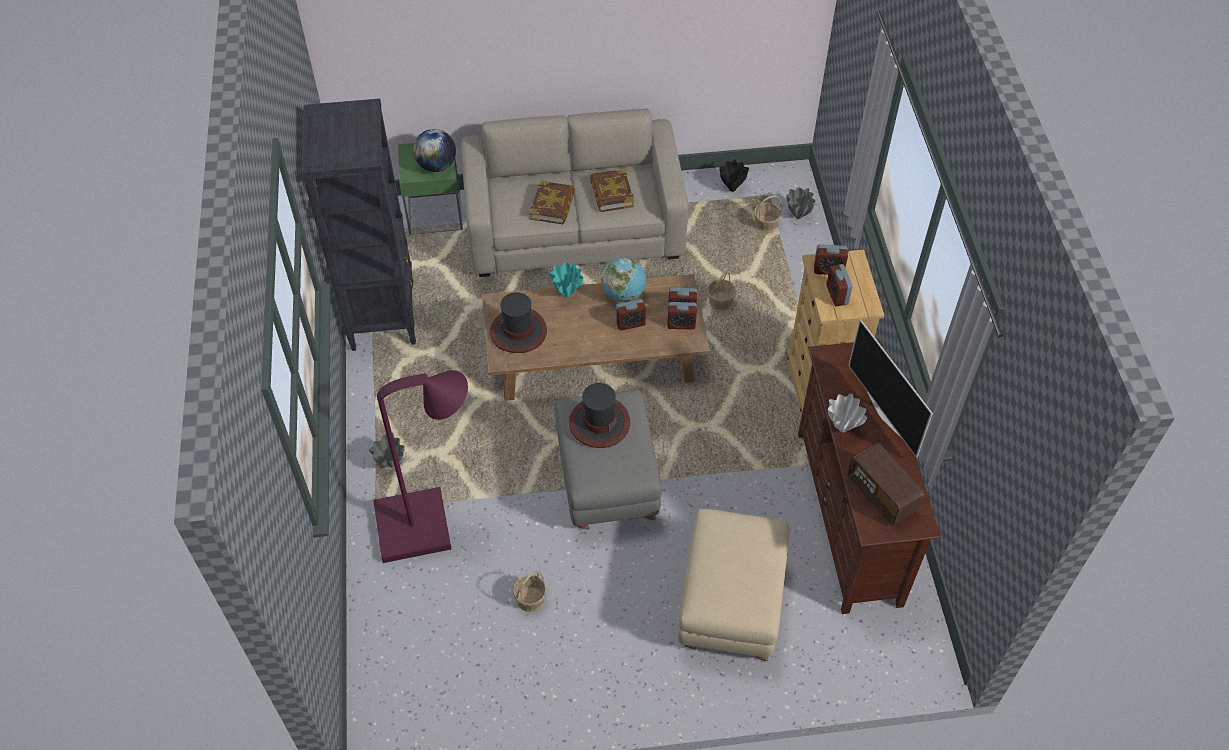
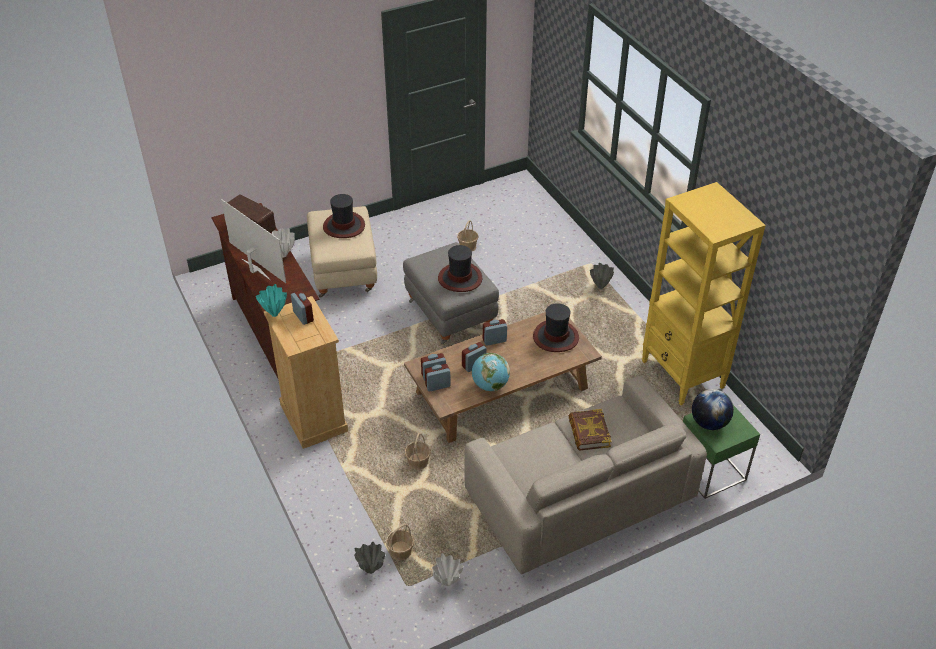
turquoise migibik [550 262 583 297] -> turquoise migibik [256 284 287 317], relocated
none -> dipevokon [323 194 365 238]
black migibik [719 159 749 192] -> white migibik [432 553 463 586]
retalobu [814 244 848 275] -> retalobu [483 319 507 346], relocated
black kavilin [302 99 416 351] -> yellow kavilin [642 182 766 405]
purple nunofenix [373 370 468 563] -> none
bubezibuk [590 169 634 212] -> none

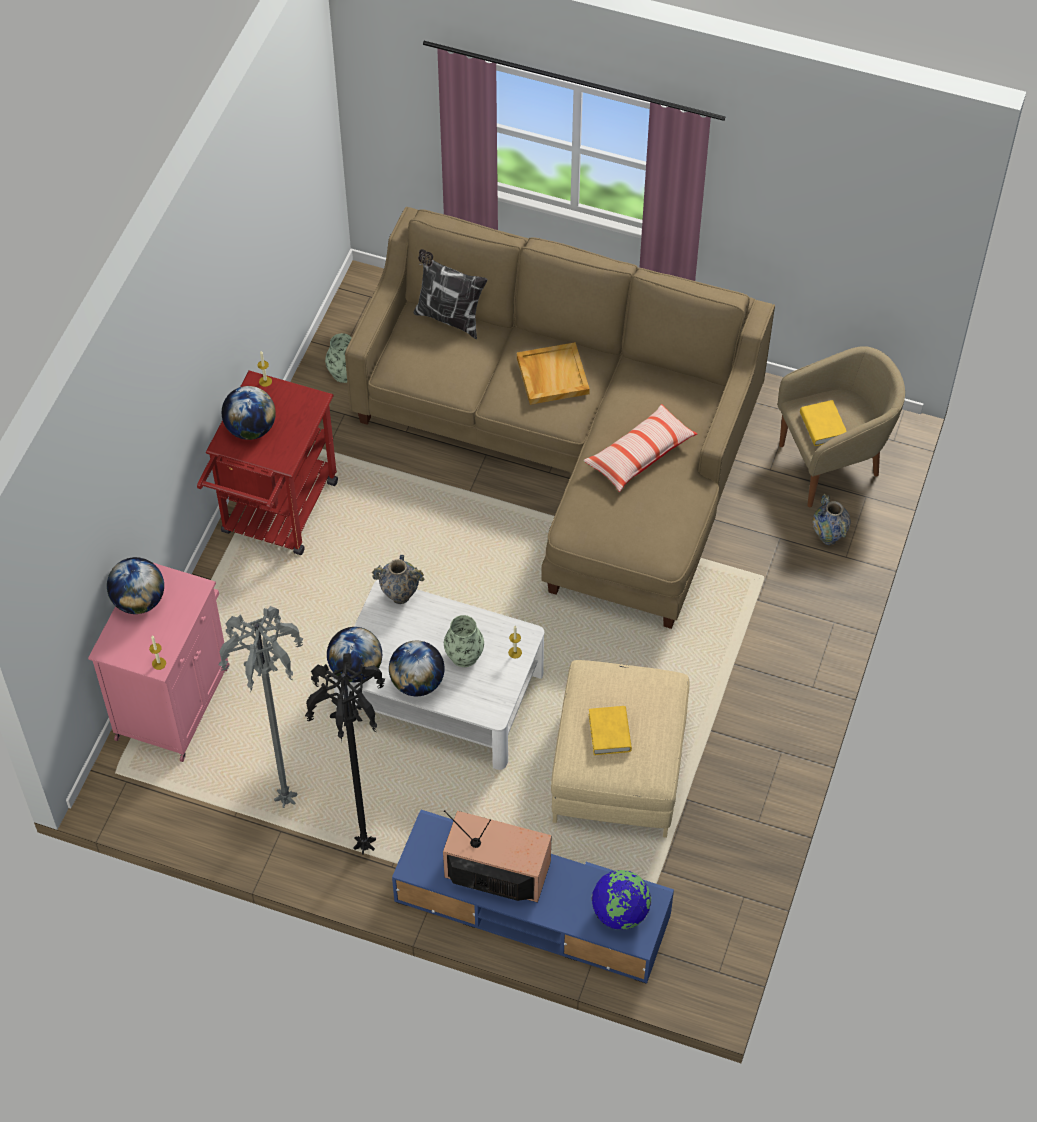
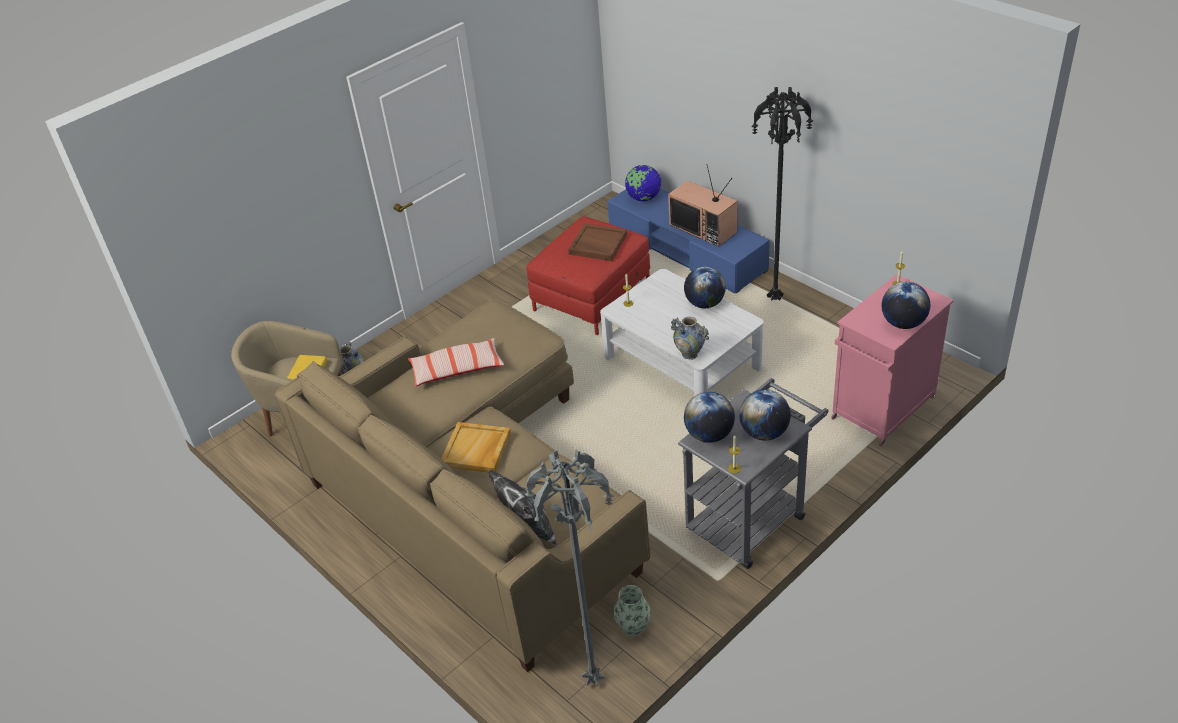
grey nunofenix [219 606 304 808] -> grey nunofenix [525 450 614 686], relocated
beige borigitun [551 660 690 838] -> red borigitun [526 217 650 335]
yellow bubezibuk [589 706 632 755] -> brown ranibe [568 224 627 261]
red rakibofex [197 370 338 555] -> grey rakibofex [678 378 828 569]
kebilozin [327 627 382 682] -> kebilozin [684 392 735 443], relocated
migibik [444 615 484 667] -> none

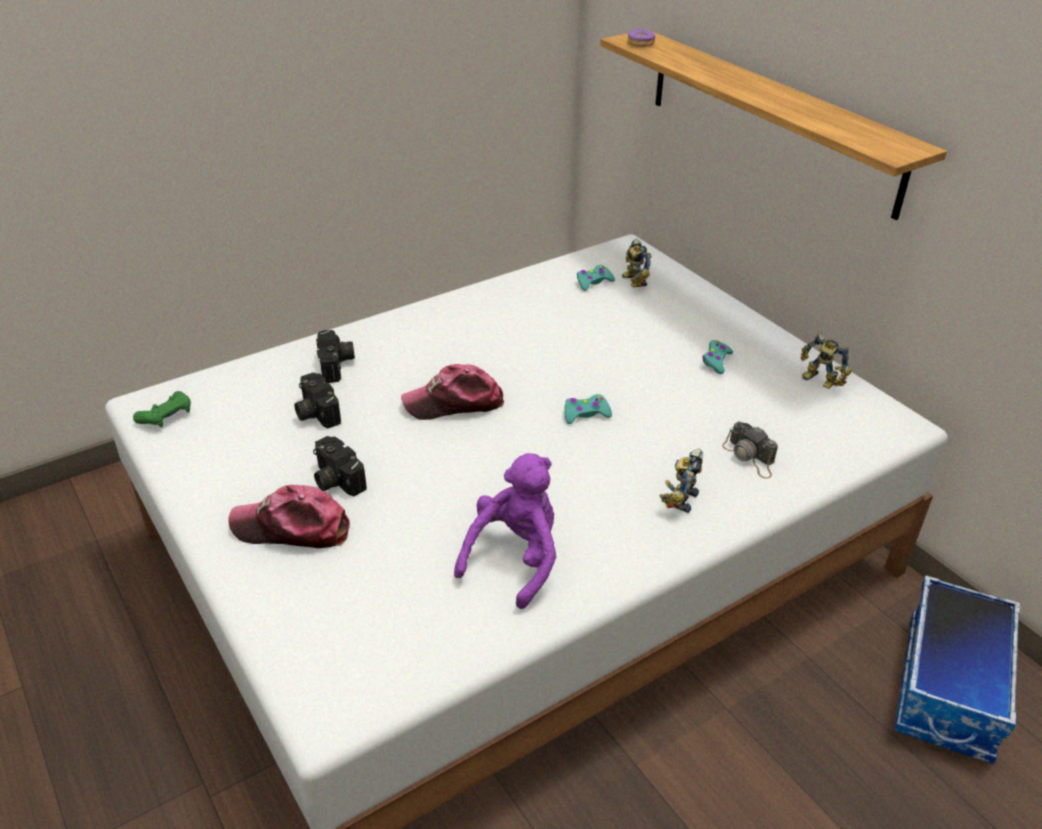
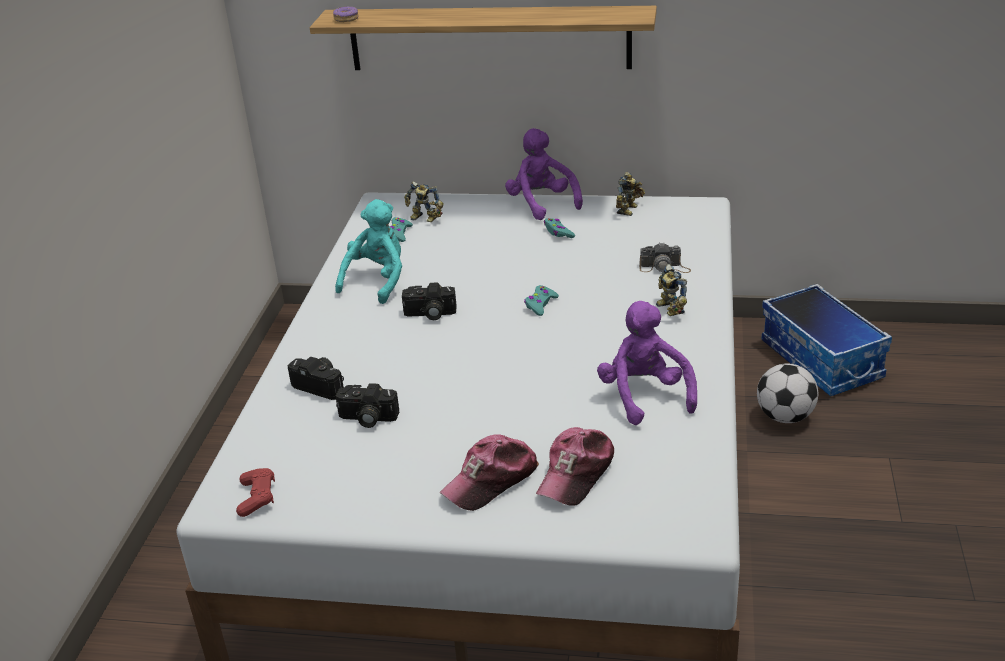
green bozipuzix [133 391 191 427] -> red bozipuzix [236 468 275 517]
none -> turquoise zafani [335 199 402 304]
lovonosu [313 436 367 496] -> lovonosu [402 282 457 320], relocated
none -> purple zafani [505 128 583 220]
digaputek [401 364 504 420] -> digaputek [536 427 614 506], relocated
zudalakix [801 334 852 389] -> zudalakix [616 172 645 216], 60 degrees counterclockwise
none -> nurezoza [757 363 818 423]

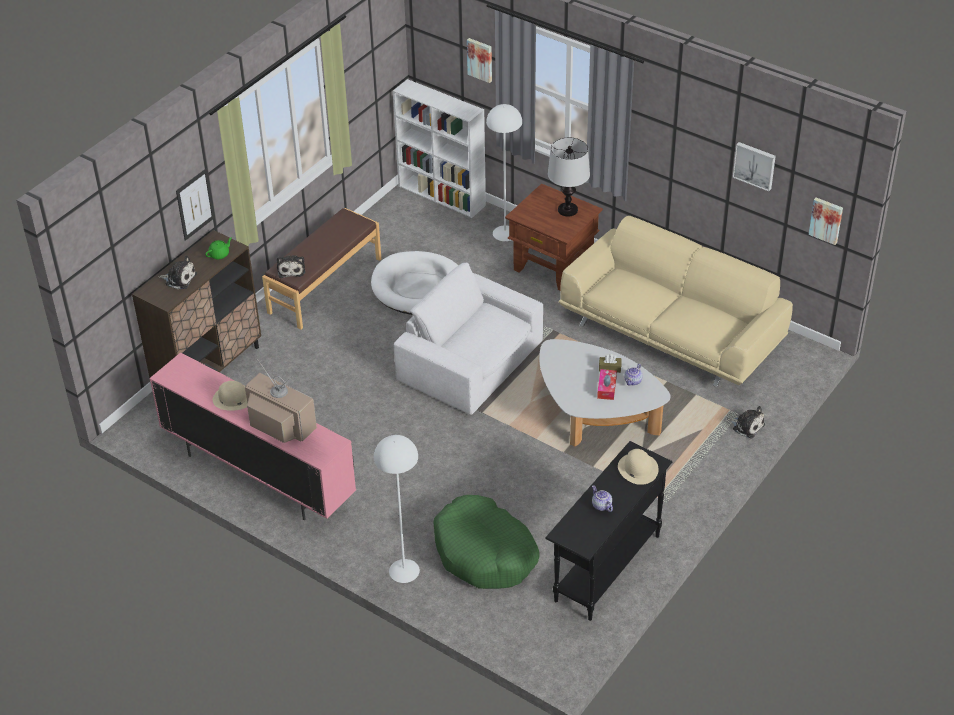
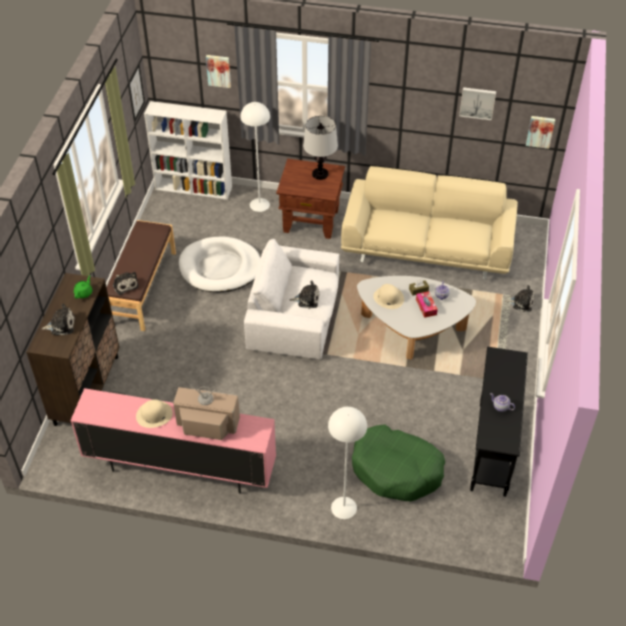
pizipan [176 168 215 241] -> pizipan [128 63 145 123], relocated
none -> zafani [290 280 320 309]
beige dipevokon [618 449 659 485] -> beige dipevokon [373 284 404 309], relocated

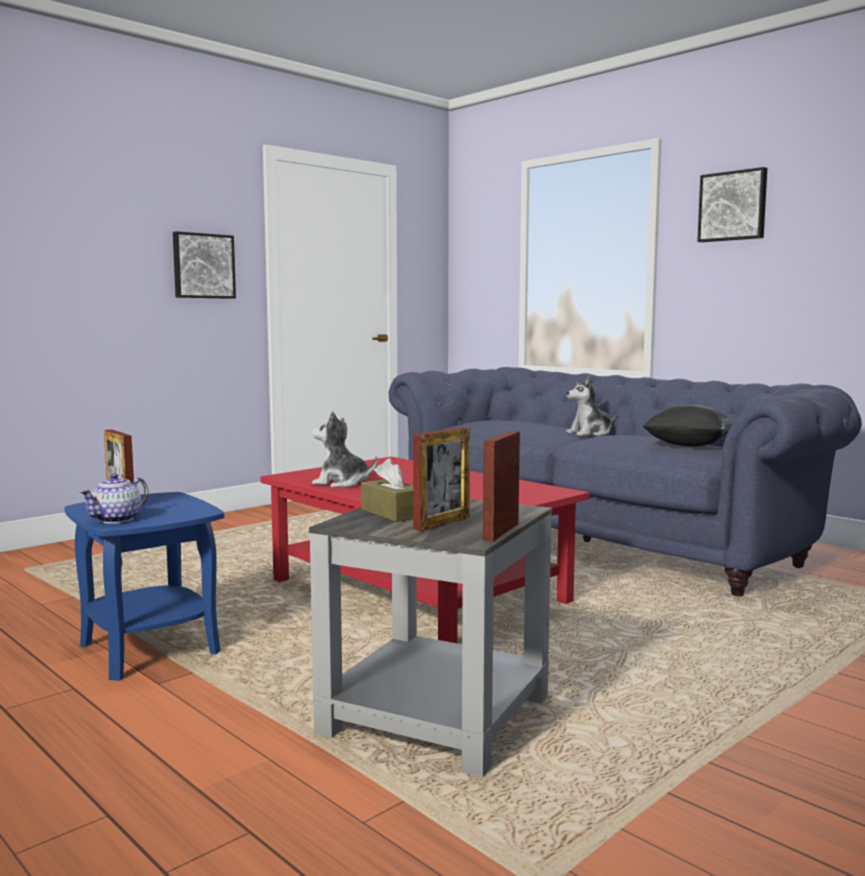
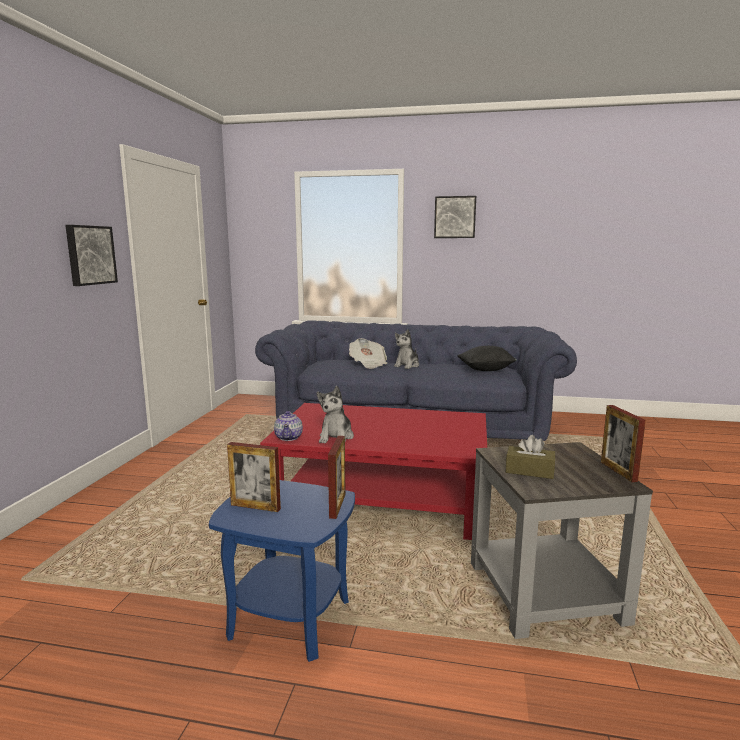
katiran [79 473 149 524] -> katiran [274 411 303 441], relocated
zafani [312 411 377 487] -> zafani [317 386 354 443], 60 degrees counterclockwise
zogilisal [413 427 470 531] -> zogilisal [328 436 346 519], relocated
none -> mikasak [349 338 387 369]

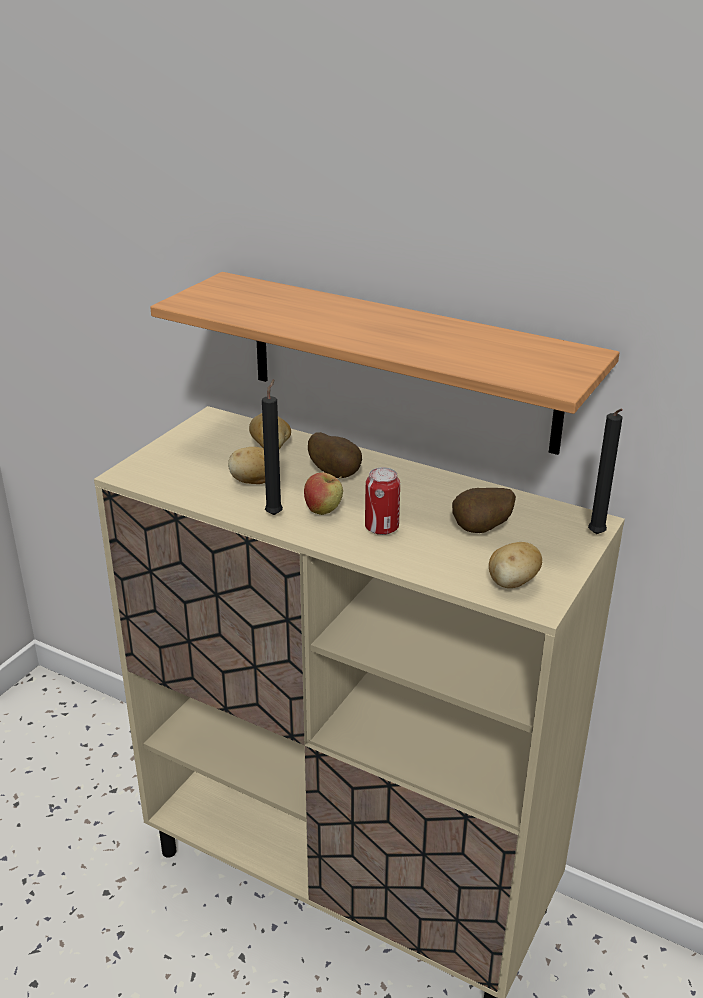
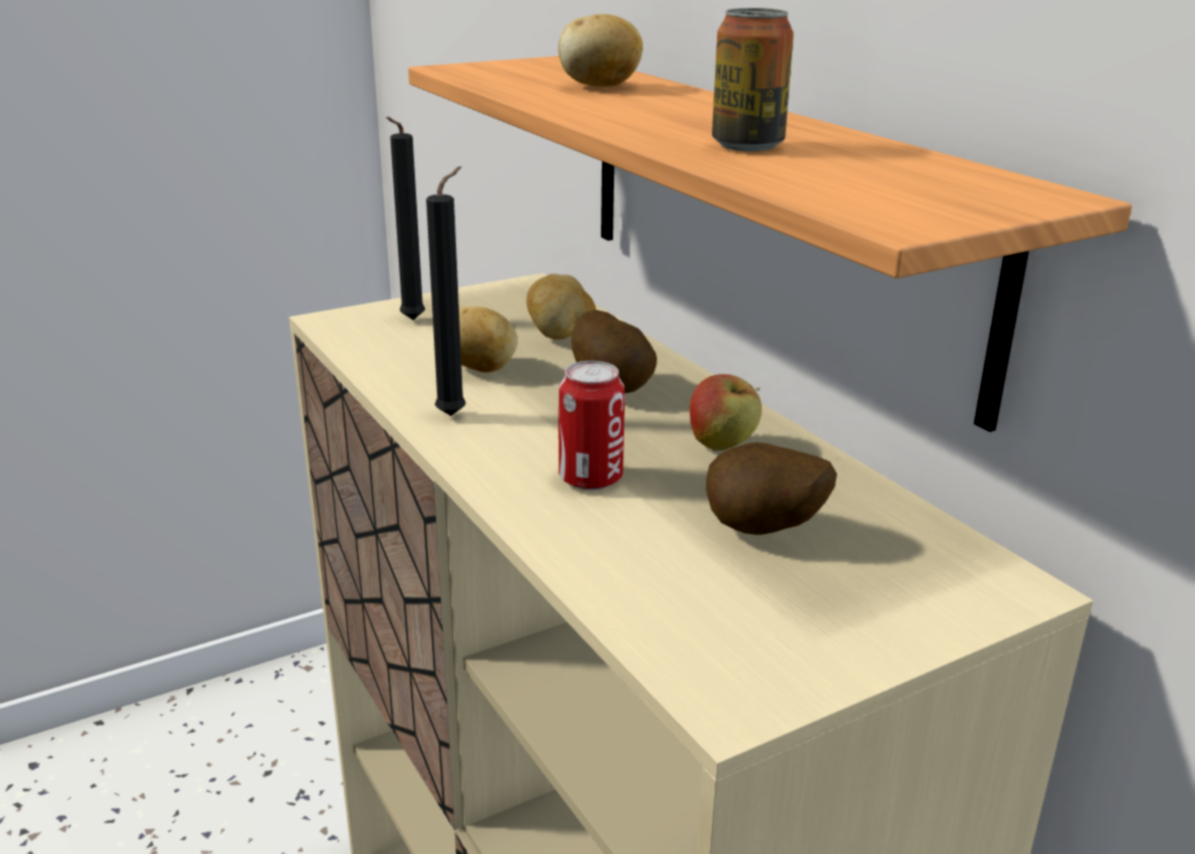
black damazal [588 409 623 534] -> black damazal [386 117 425 320], relocated
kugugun [489 542 542 588] -> kugugun [558 14 643 87], relocated
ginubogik [304 472 343 515] -> ginubogik [690 374 762 451], relocated
none -> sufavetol [712 8 794 151]

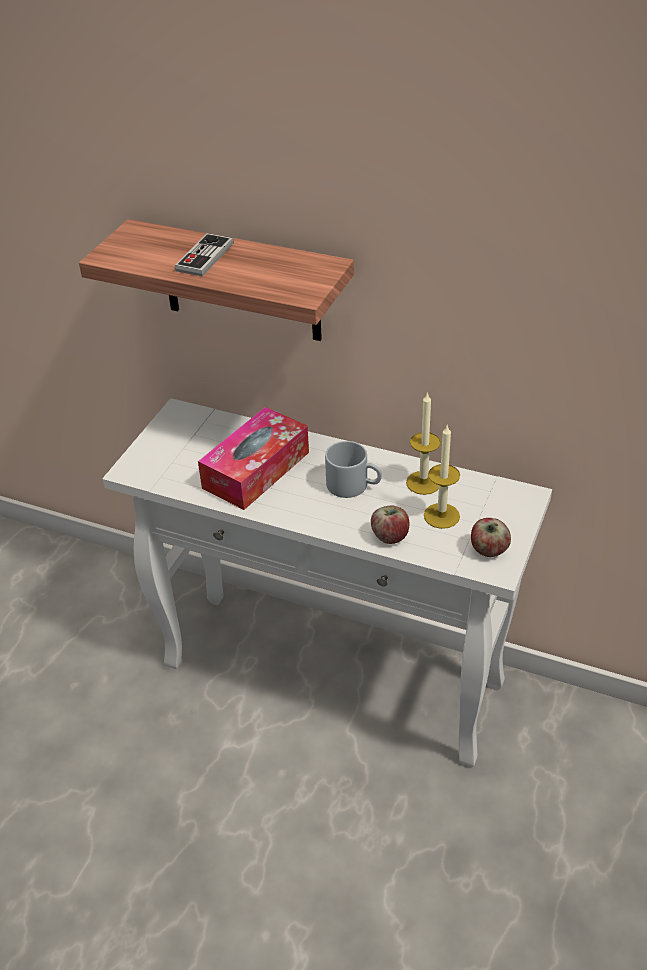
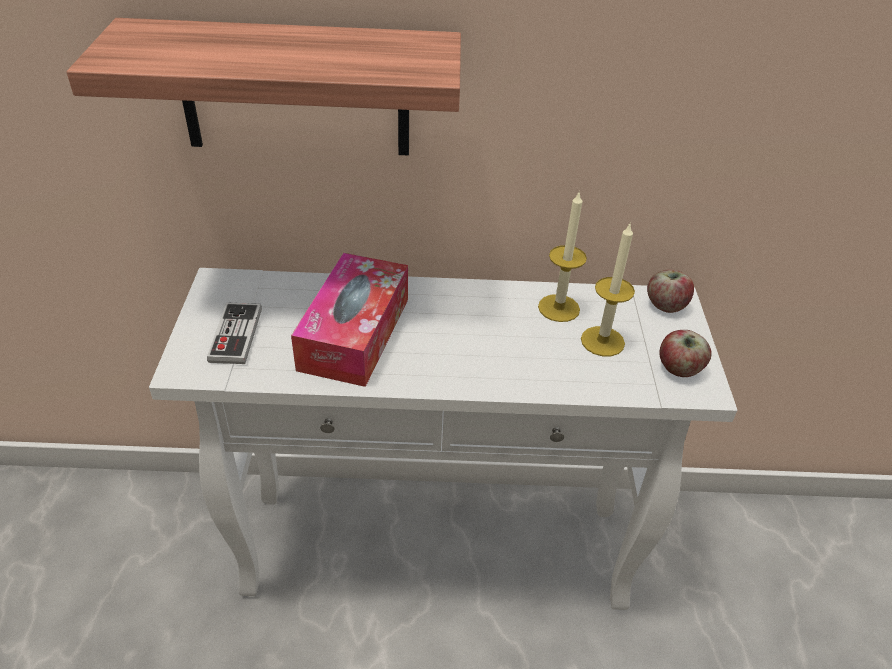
bozipuzix [175 233 233 276] -> bozipuzix [207 302 262 364], relocated
ginubogik [371 506 409 544] -> ginubogik [647 269 694 313], relocated
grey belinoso [325 441 382 498] -> none

